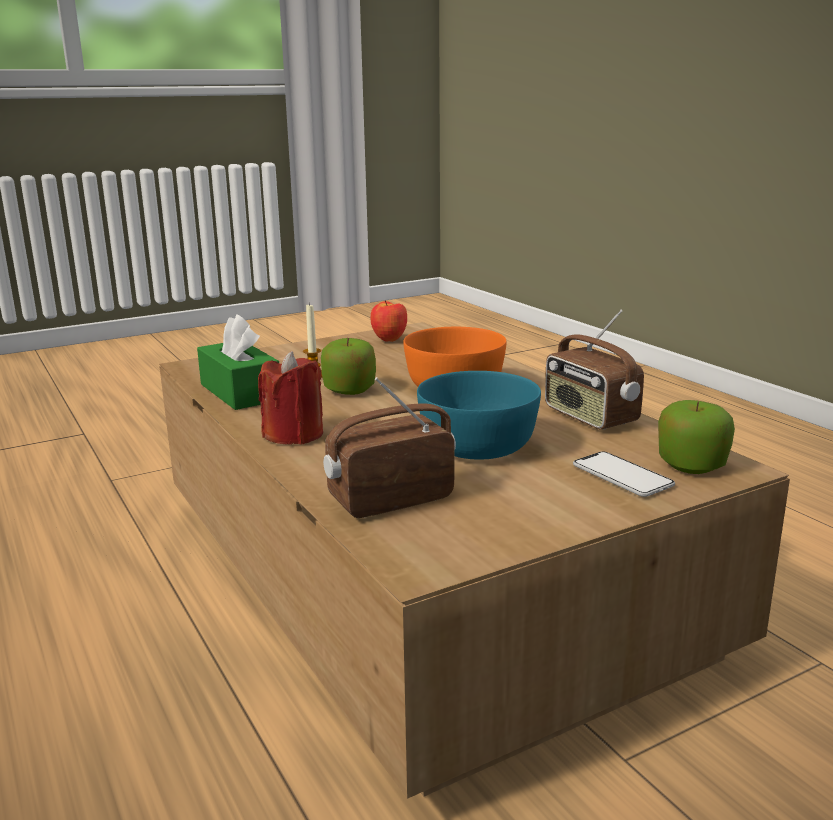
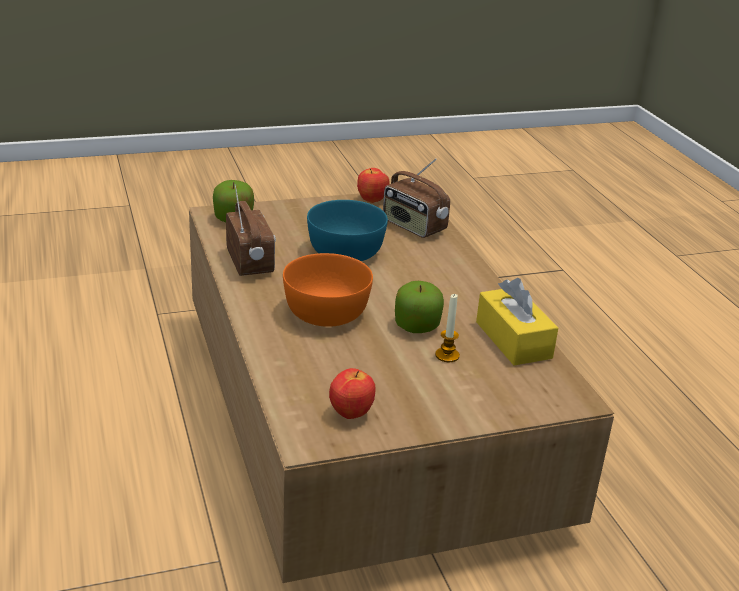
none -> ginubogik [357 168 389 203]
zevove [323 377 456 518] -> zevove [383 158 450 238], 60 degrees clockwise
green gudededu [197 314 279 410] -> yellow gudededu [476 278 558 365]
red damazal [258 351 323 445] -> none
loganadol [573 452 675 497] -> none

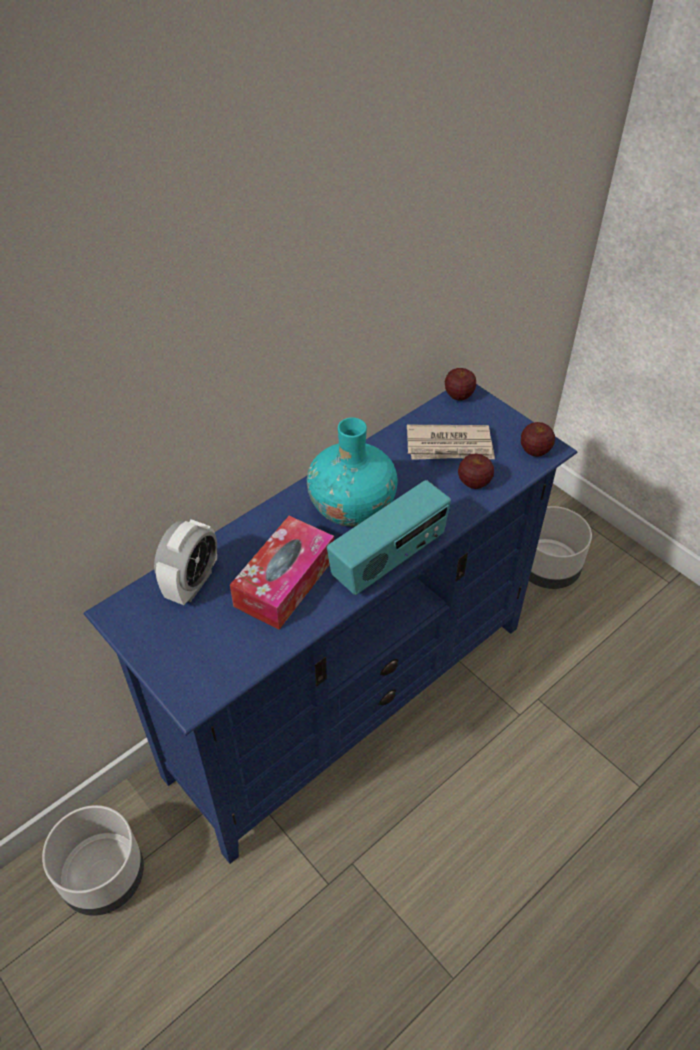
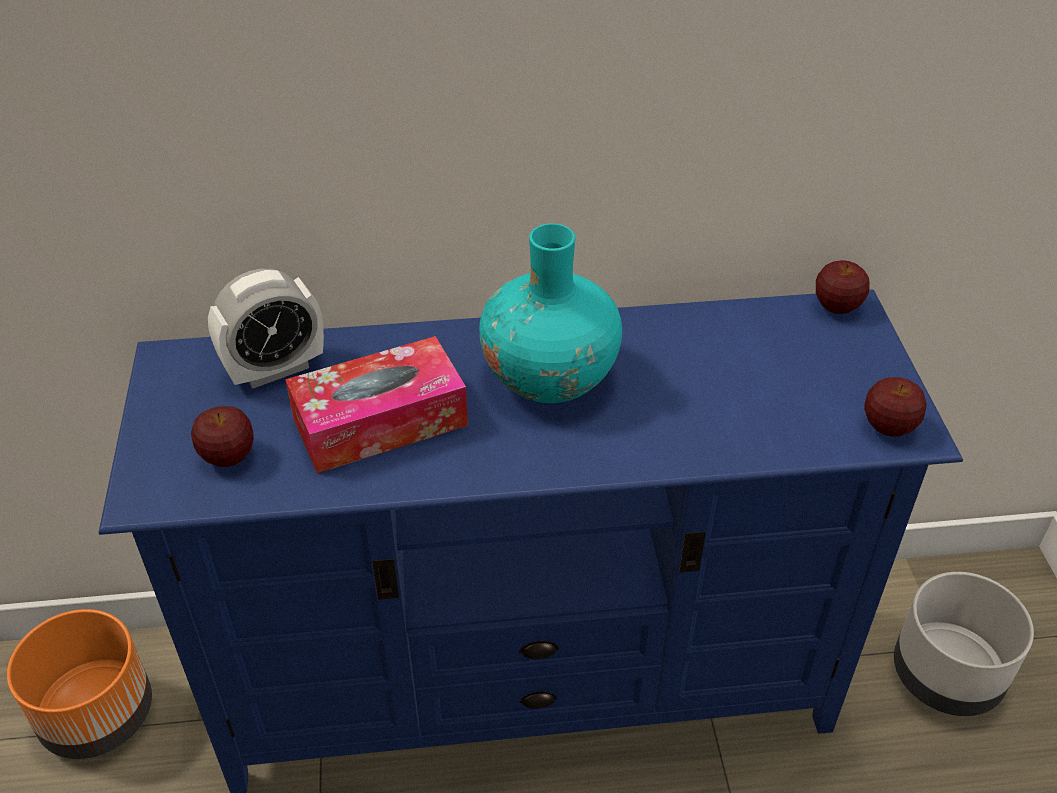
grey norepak [42 805 144 916] -> orange norepak [7 609 152 759]
ginubogik [458 454 494 489] -> ginubogik [191 406 254 467], relocated
zevove [327 480 451 595] -> none
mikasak [407 425 495 460] -> none

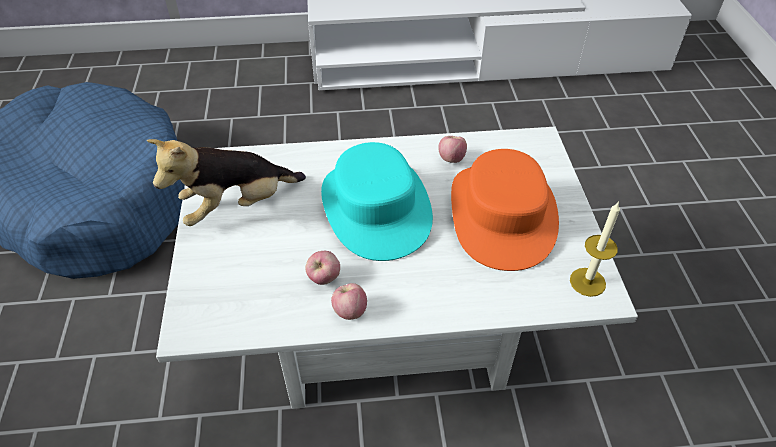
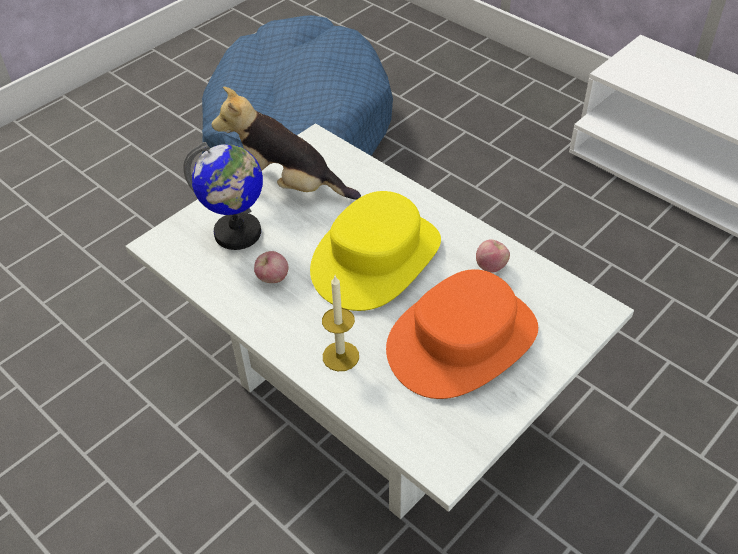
none -> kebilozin [183 142 263 250]
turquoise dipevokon [321 142 433 261] -> yellow dipevokon [310 191 441 311]
damazal [570 201 620 297] -> damazal [322 276 359 371], relocated
ginubogik [331 283 367 320] -> none

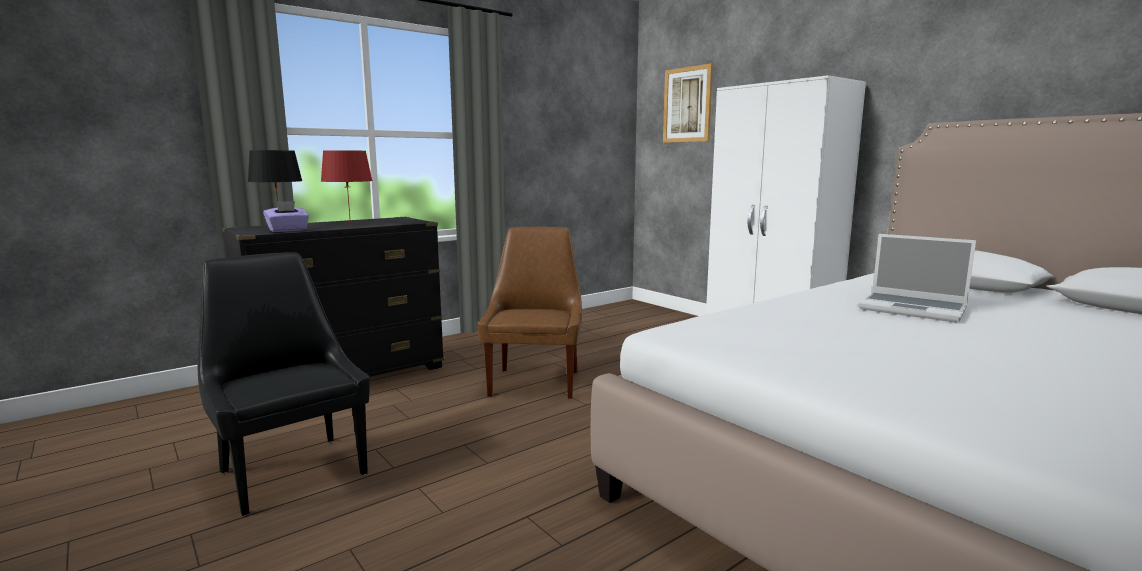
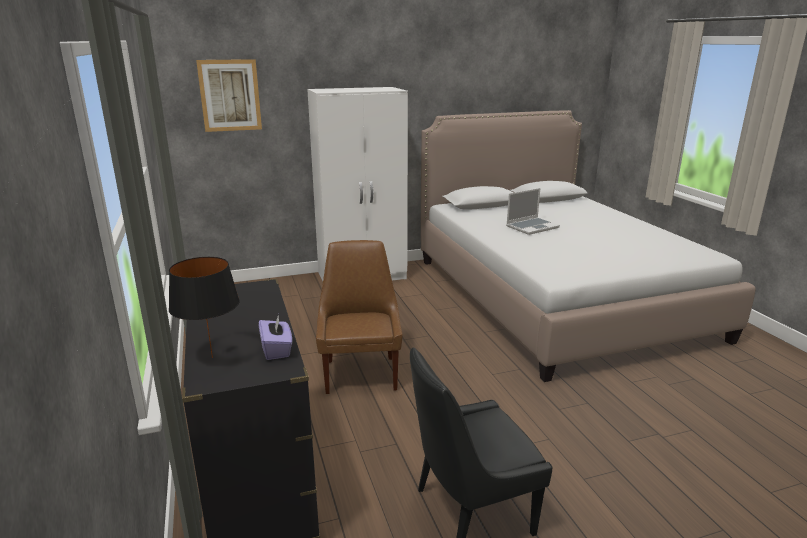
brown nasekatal [478 227 582 399] -> brown nasekatal [316 240 403 394], 60 degrees clockwise
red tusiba [321 150 373 225] -> none

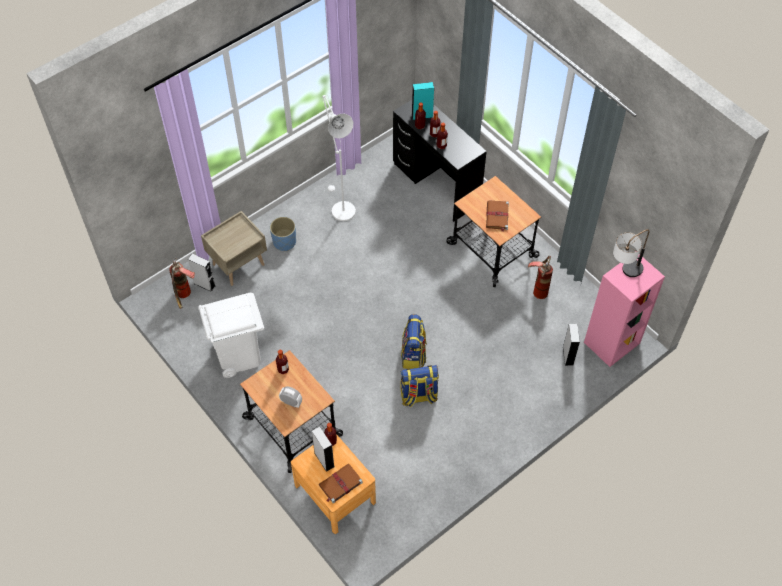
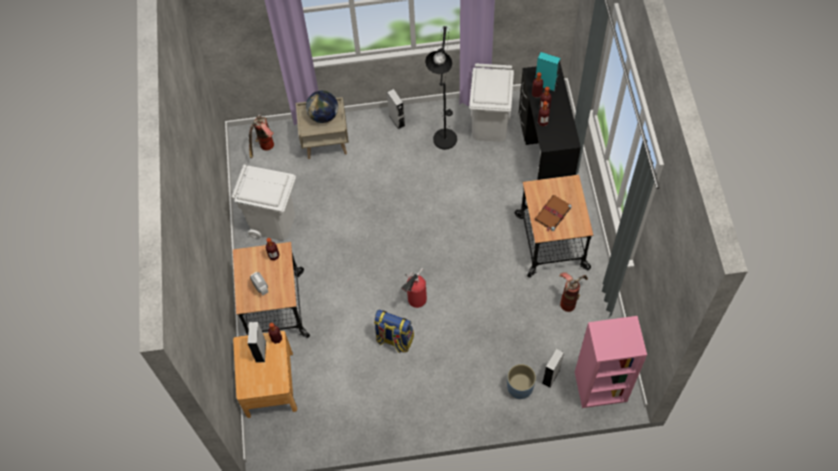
none -> kebilozin [306 91 338 123]
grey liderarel [188 254 215 292] -> grey liderarel [387 89 405 130], relocated
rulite [401 314 427 369] -> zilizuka [401 268 427 308]
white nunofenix [322 95 356 221] -> black nunofenix [425 26 457 150]
none -> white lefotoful [469 63 514 142]
blue norepak [270 217 296 251] -> blue norepak [507 364 536 399], relocated
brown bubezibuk [319 464 363 504] -> none
tusiba [613 229 650 277] -> none

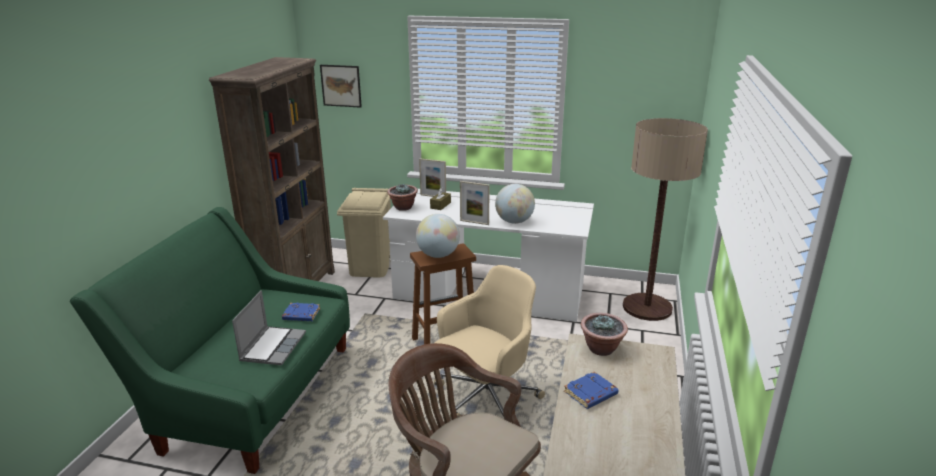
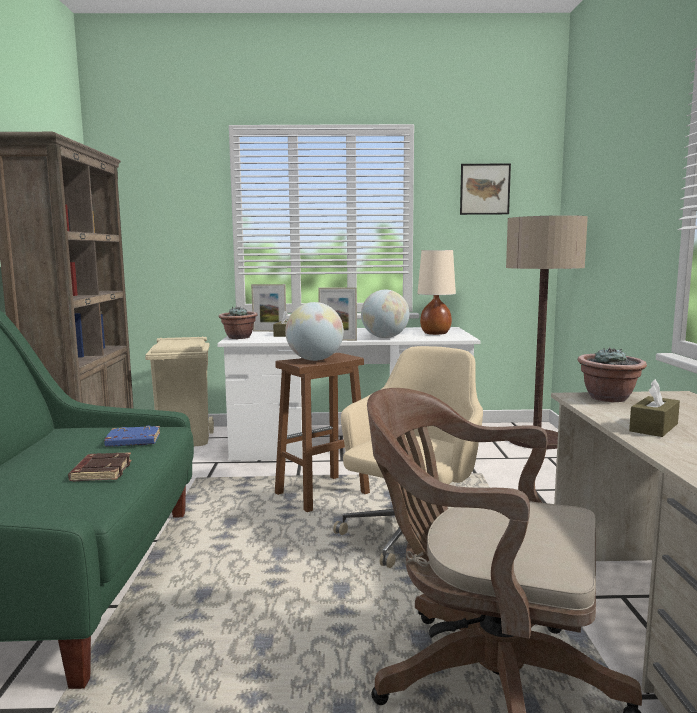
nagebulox [232 290 306 365] -> brown bubezibuk [68 452 132 481]
none -> beige tusiba [417 250 456 335]
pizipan [320 65 362 108] -> pizipan [460 164 511 215], relocated
blue bubezibuk [564 371 618 409] -> brown gudededu [629 379 680 437]

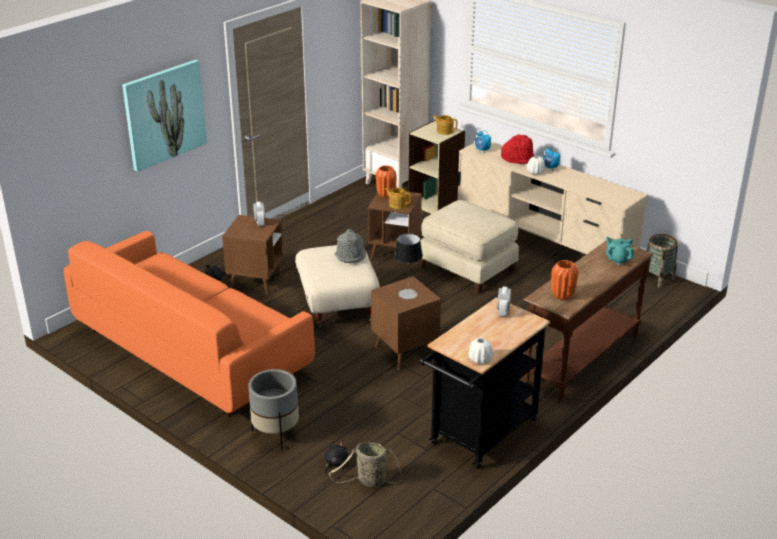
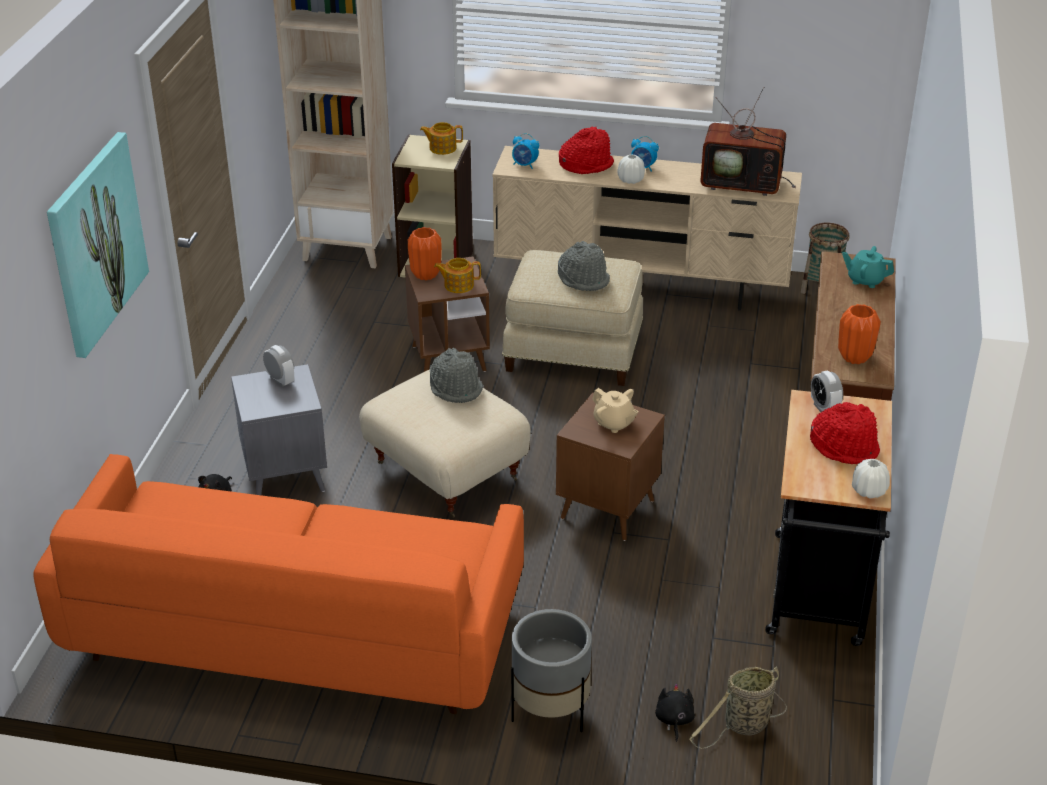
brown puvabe [222 215 283 294] -> grey puvabe [231 364 327 495]
none -> grey dipevokon [558 241 610 291]
tusiba [394 233 423 299] -> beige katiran [592 388 639 433]
none -> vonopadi [700 87 796 196]
none -> red dipevokon [810 402 880 464]

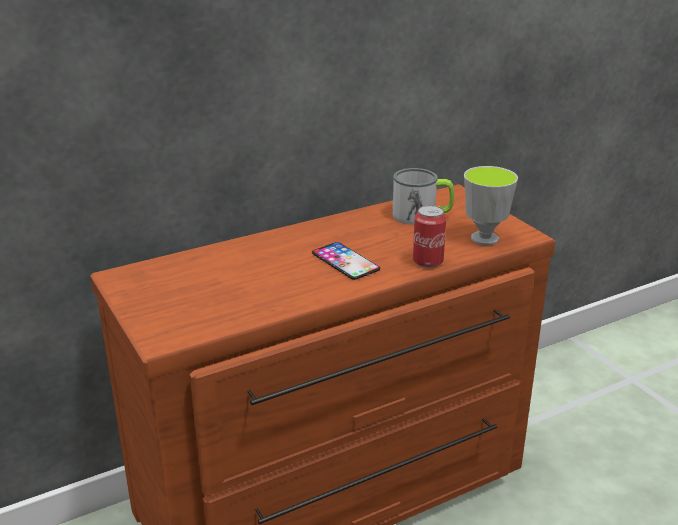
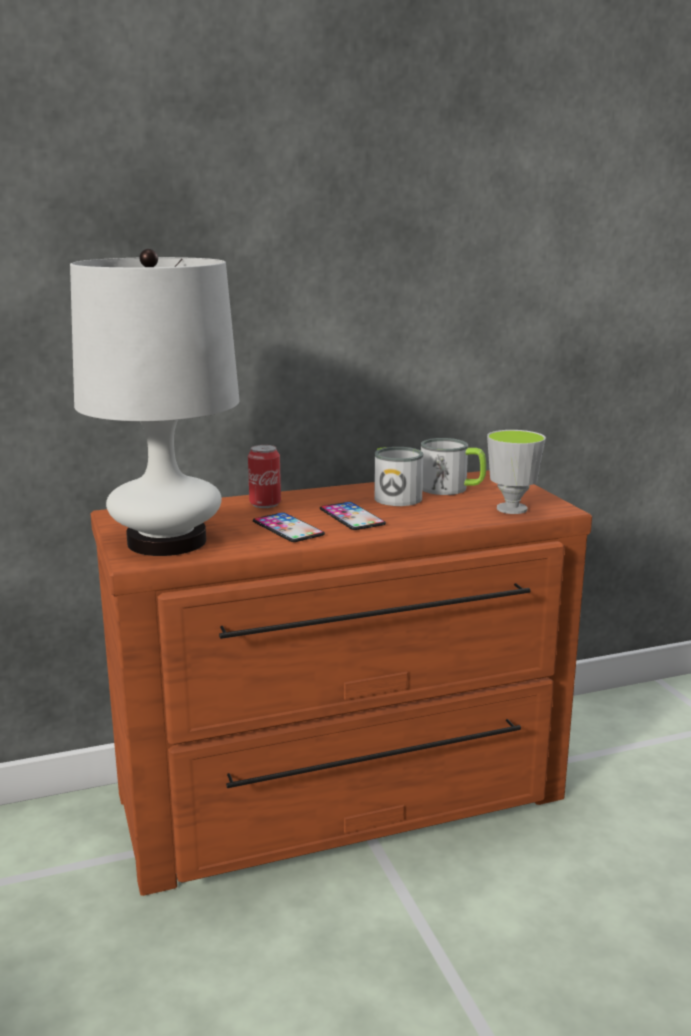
none -> white tusiba [70 249 239 556]
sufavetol [413 205 446 268] -> sufavetol [248 445 281 508], relocated
none -> loganadol [253 512 325 542]
none -> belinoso [374 447 423 506]

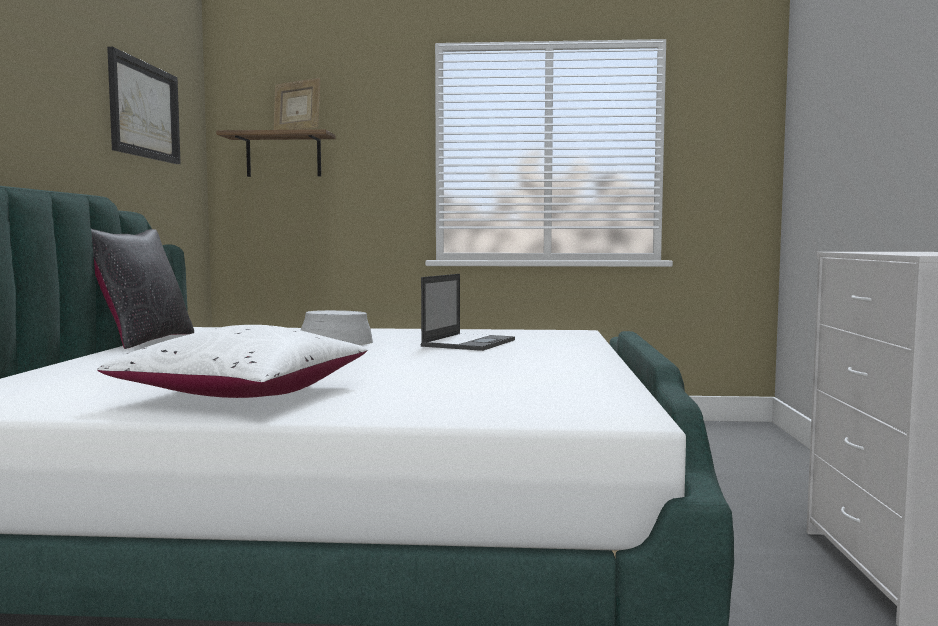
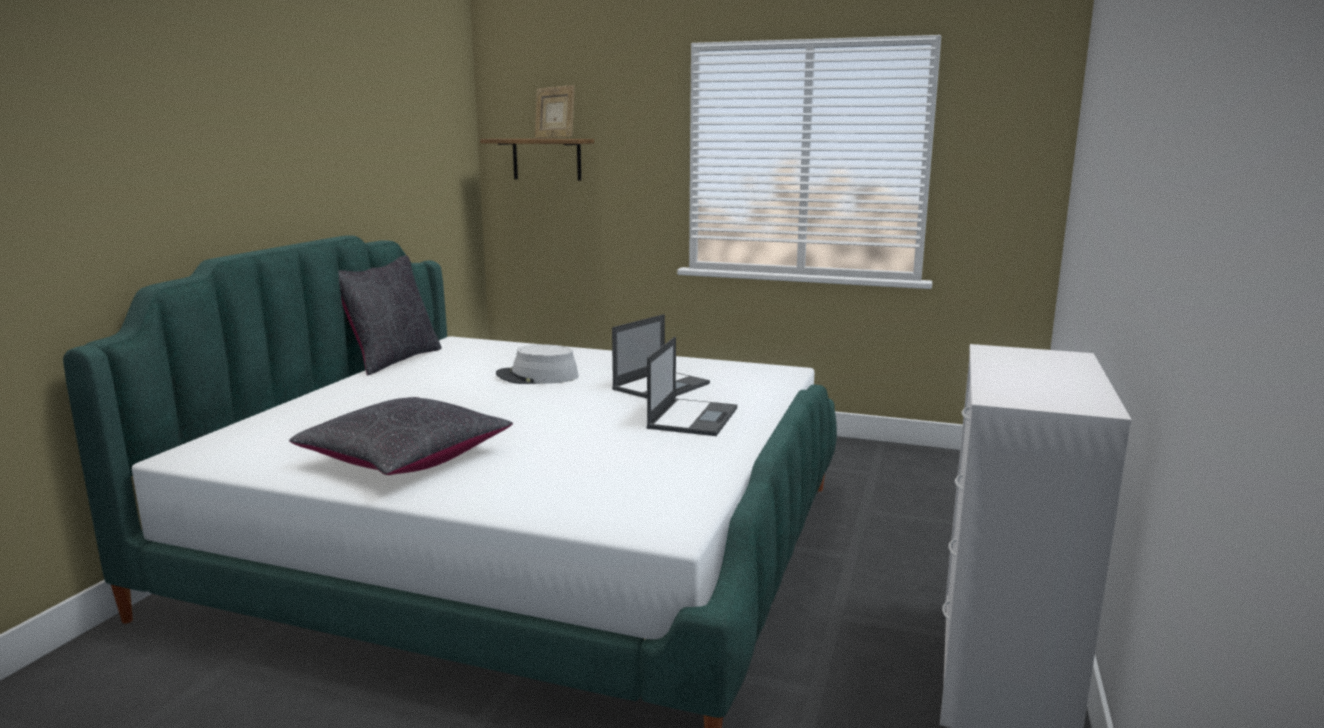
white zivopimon [97 325 367 398] -> black zivopimon [289 397 513 475]
none -> nagebulox [646 337 737 436]
pizipan [107 47 181 164] -> none

